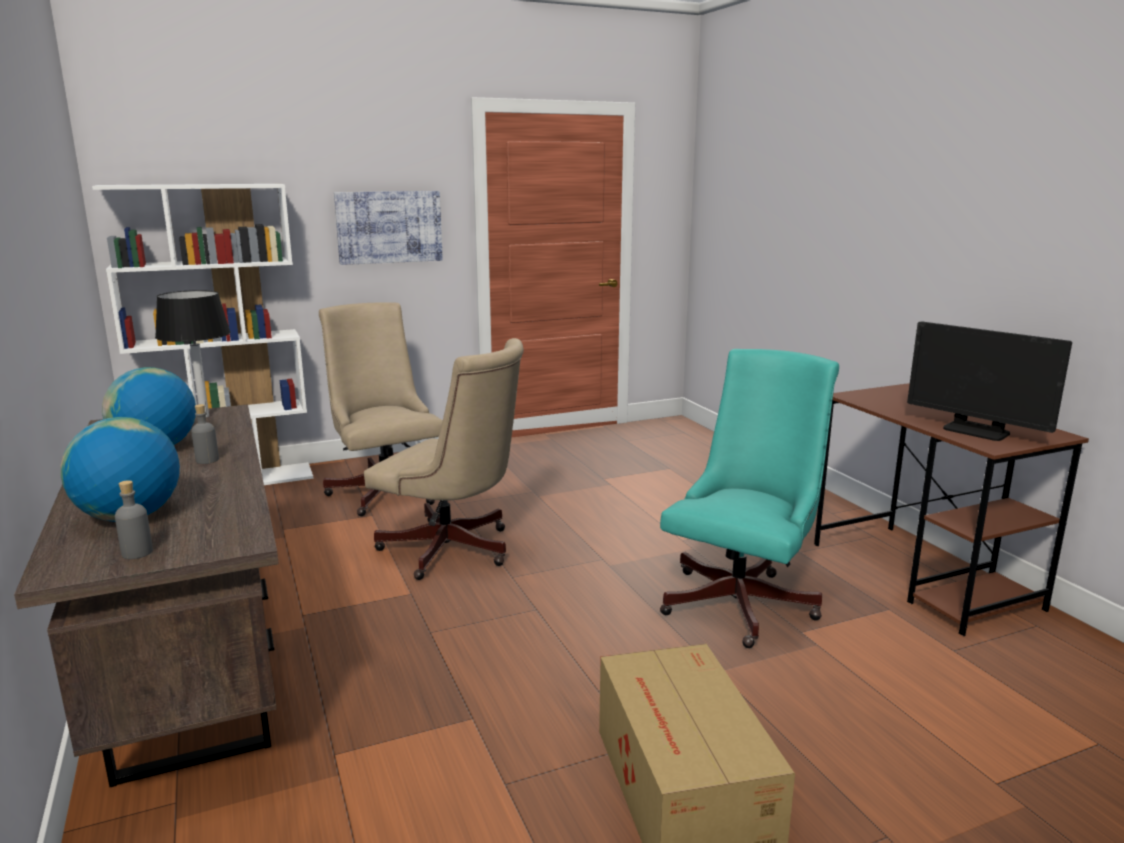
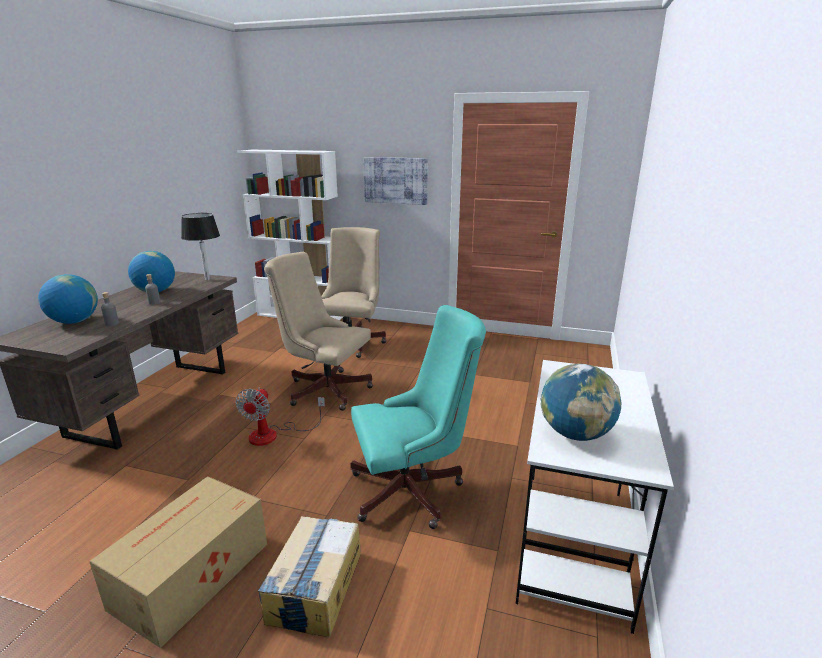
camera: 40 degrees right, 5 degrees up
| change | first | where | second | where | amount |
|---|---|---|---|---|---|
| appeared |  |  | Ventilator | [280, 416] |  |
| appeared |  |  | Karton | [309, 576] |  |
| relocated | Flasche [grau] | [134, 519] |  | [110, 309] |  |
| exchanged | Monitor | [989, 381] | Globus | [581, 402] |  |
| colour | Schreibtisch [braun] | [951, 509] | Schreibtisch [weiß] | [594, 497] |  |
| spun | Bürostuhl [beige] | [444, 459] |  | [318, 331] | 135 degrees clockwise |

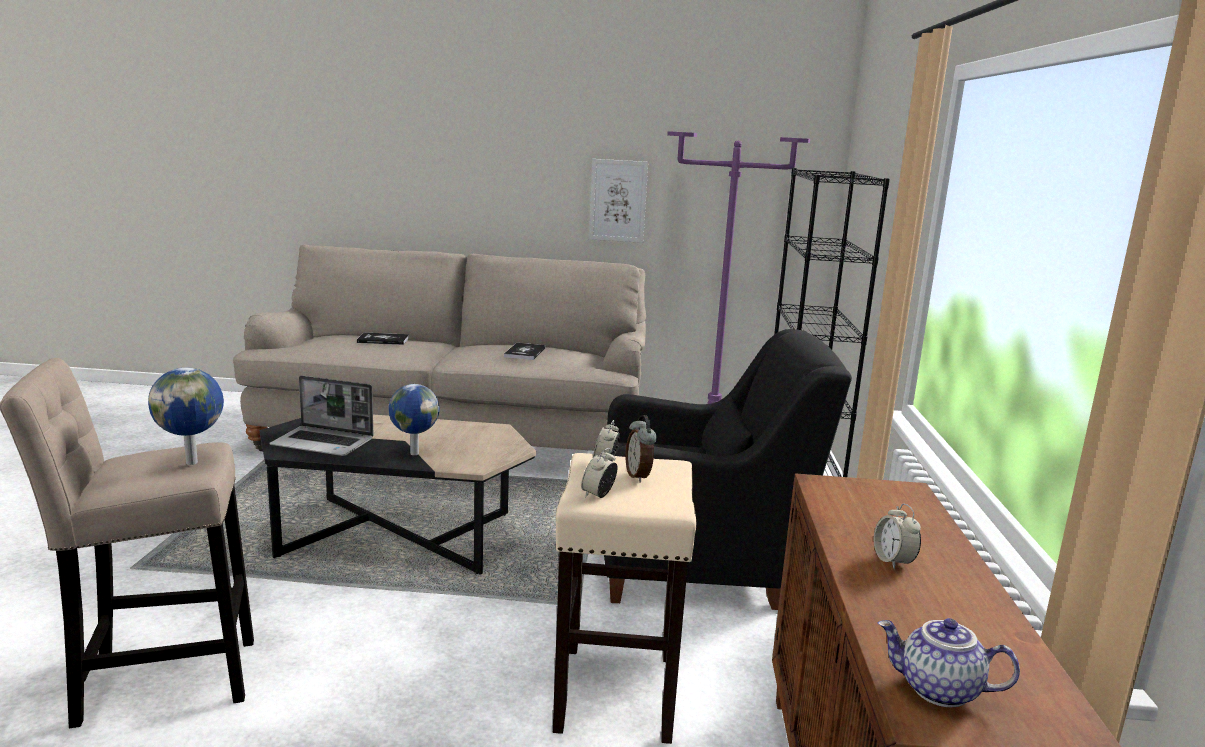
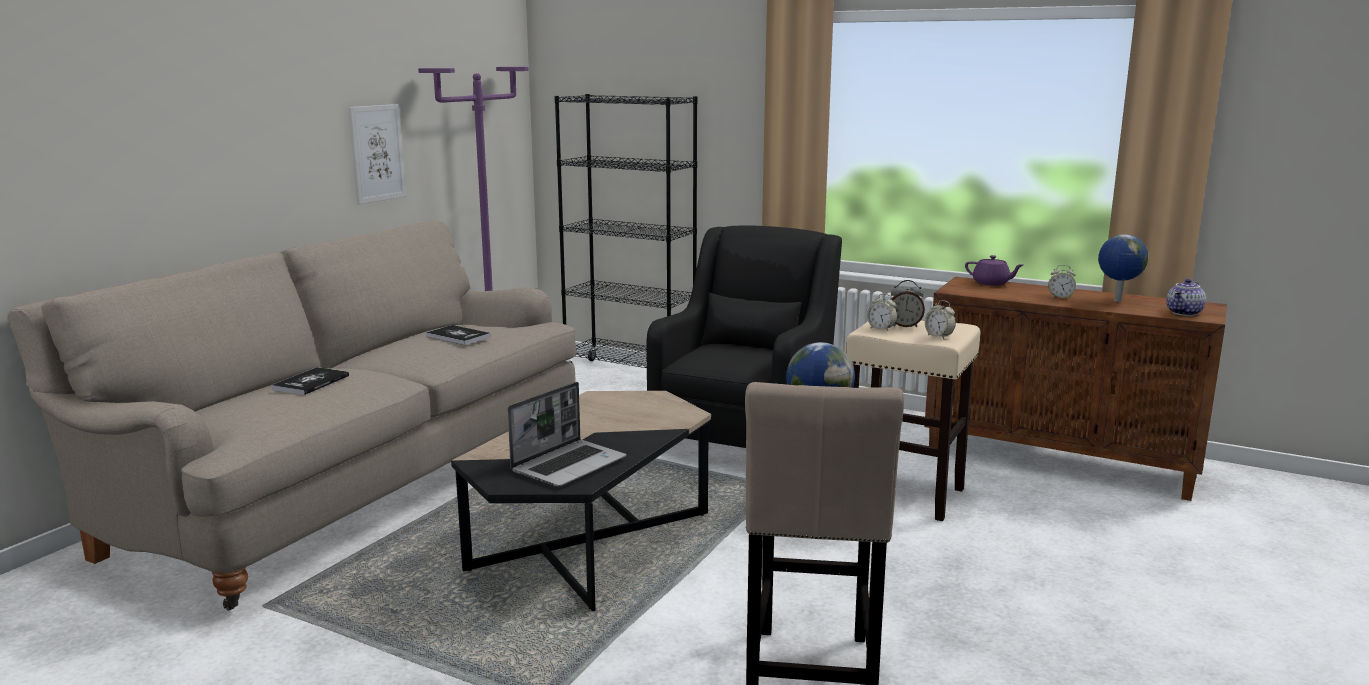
camera: 65 degrees left, 0 degrees up
| change | first | where | second | where | amount |
|---|---|---|---|---|---|
| appeared |  |  | Teekanne [lila] | [994, 270] |  |
| relocated | Globus | [414, 419] |  | [1123, 268] |  |

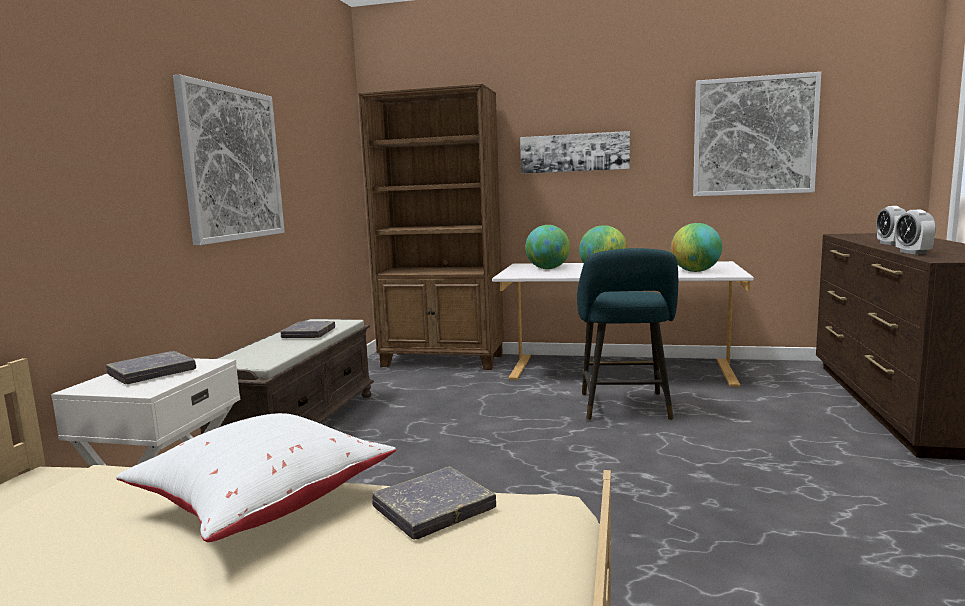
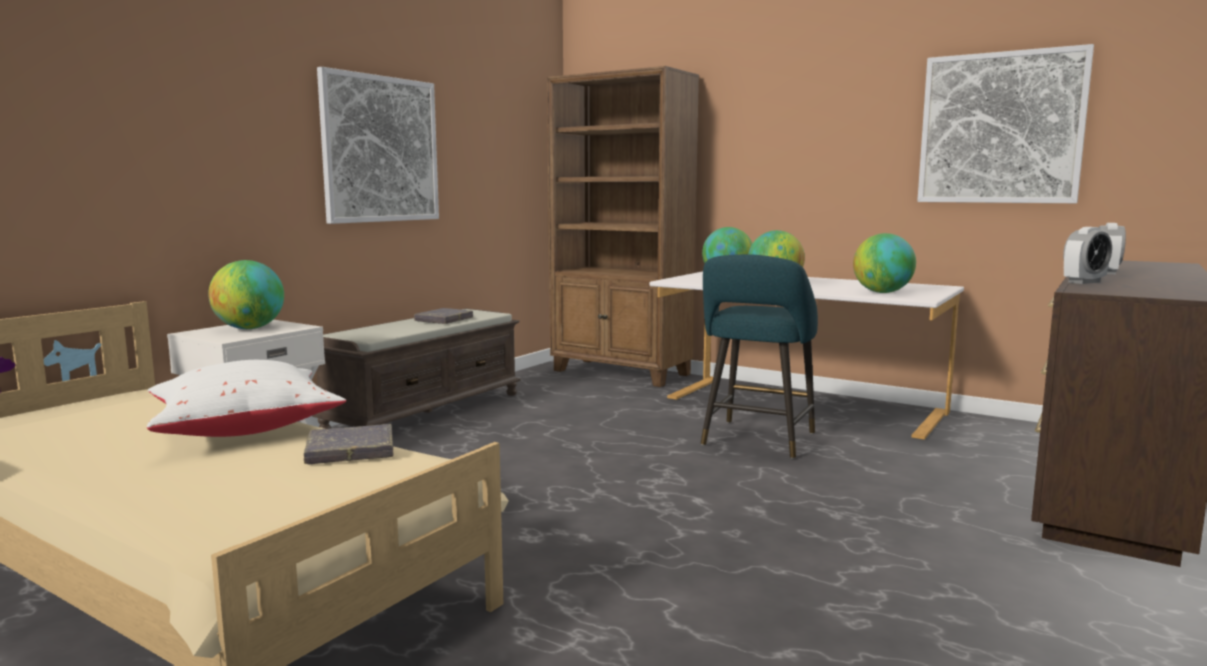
camera: 20 degrees right, 0 degrees up
| change | first | where | second | where | amount |
|---|---|---|---|---|---|
| missing | Bild | [575, 152] |  |  |  |
| exchanged | Buch [grau] | [151, 367] | Globus | [246, 294] |  |
| spun | Wecker | [915, 232] |  | [1087, 255] | 135 degrees counterclockwise |

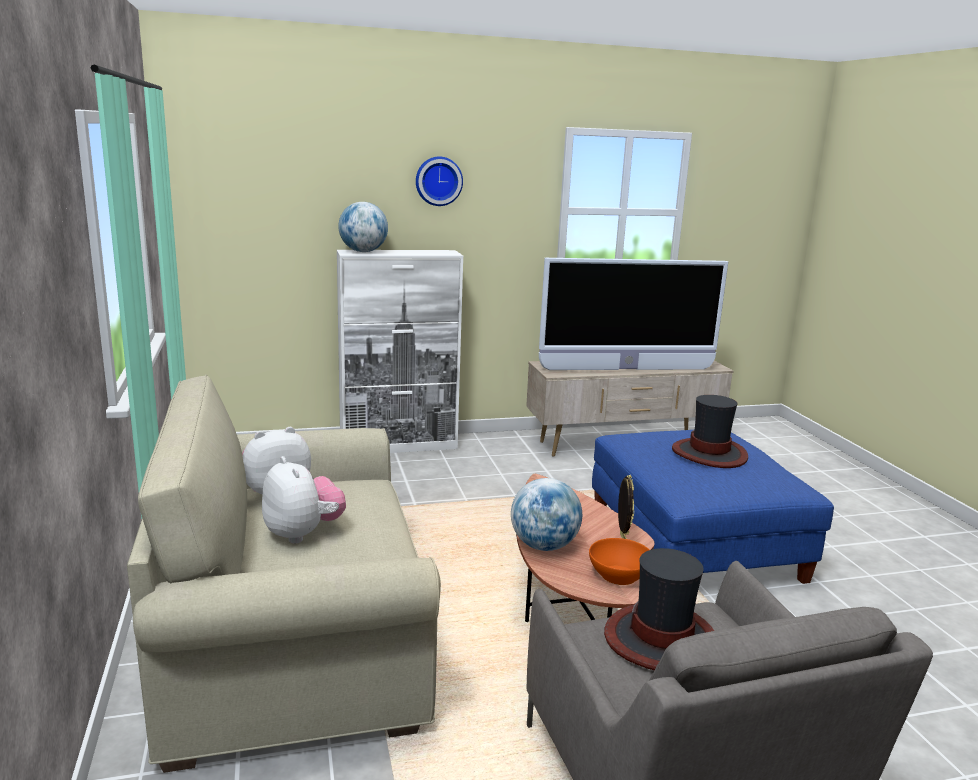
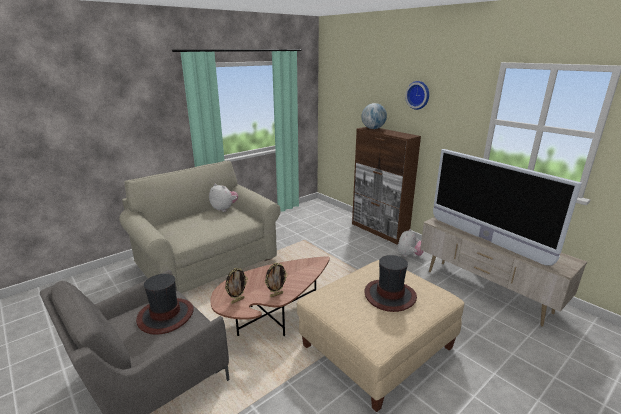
camera: 65 degrees right, 5 degrees up
| change | first | where | second | where | amount |
|---|---|---|---|---|---|
| missing | Globus | [546, 514] |  |  |  |
| relocated | Plüschtier | [304, 500] |  | [411, 243] |  |
| exchanged | Schüssel [orange] | [619, 561] | Bilderrahmen | [236, 286] |  |
| colour | Schrank [weiß] | [400, 351] | Schrank [braun] | [386, 186] |  |
| colour | Polsterhocker [blau] | [713, 507] | Polsterhocker [beige] | [380, 336] |  |

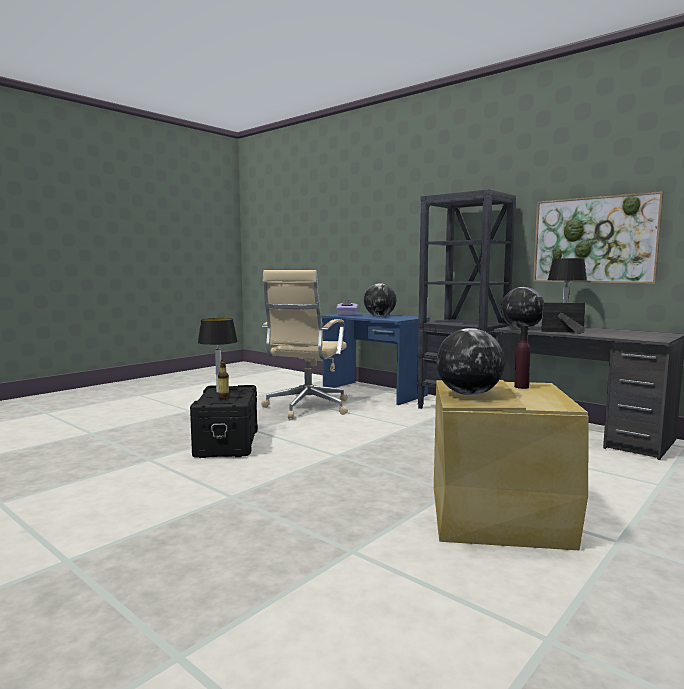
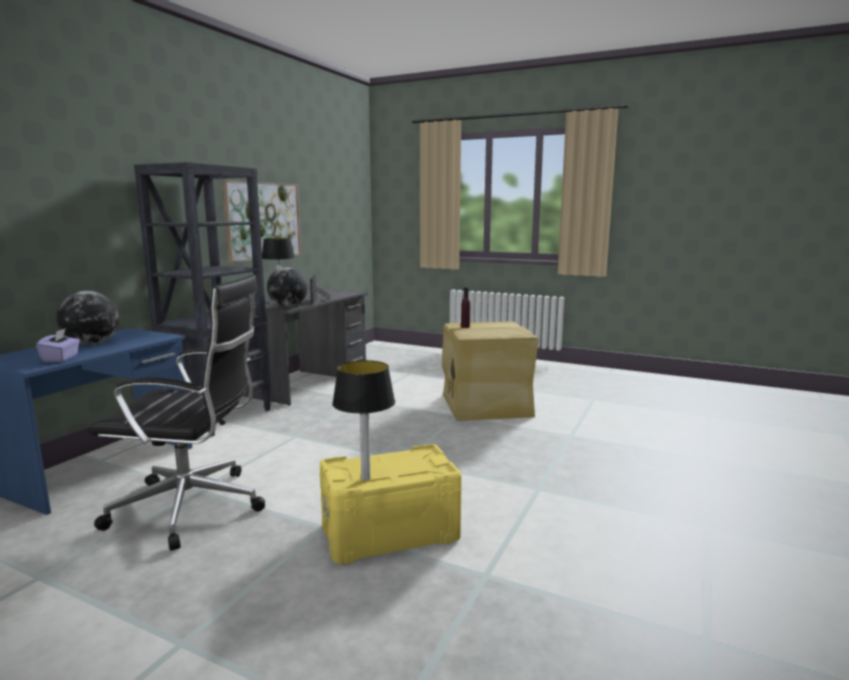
camera: 105 degrees left, 5 degrees up
| change | first | where | second | where | amount |
|---|---|---|---|---|---|
| missing | Flasche | [224, 380] |  |  |  |
| missing | Globus | [470, 361] |  |  |  |
| colour | Aufbewahrungsbox [schwarz] | [224, 421] | Aufbewahrungsbox [gelb] | [391, 504] |  |
| colour | Bürostuhl [beige] | [304, 344] | Bürostuhl [schwarz] | [176, 412] |  |

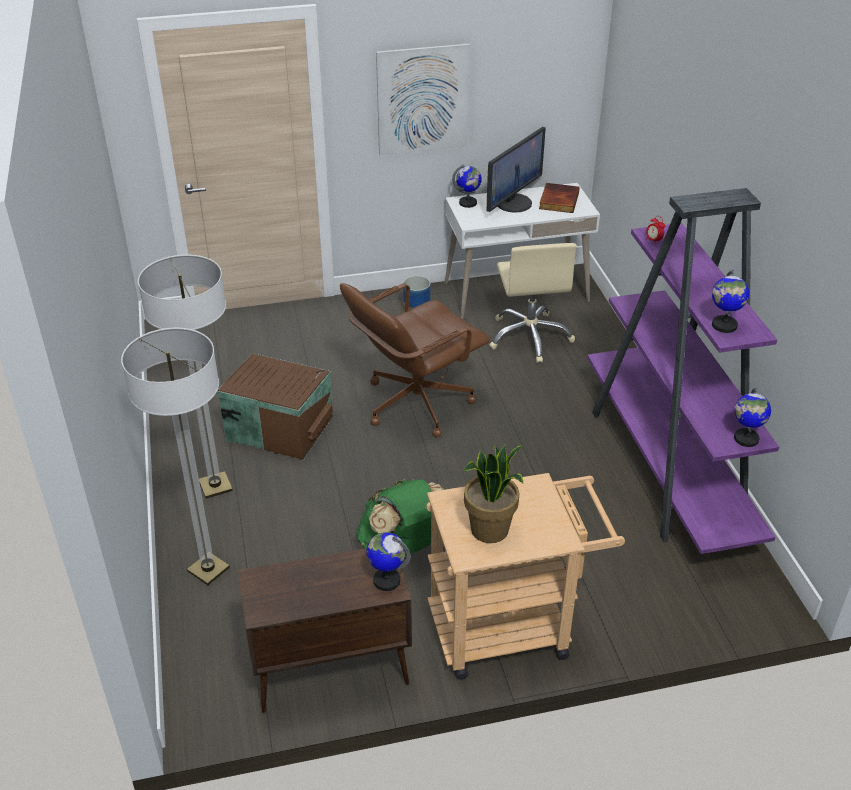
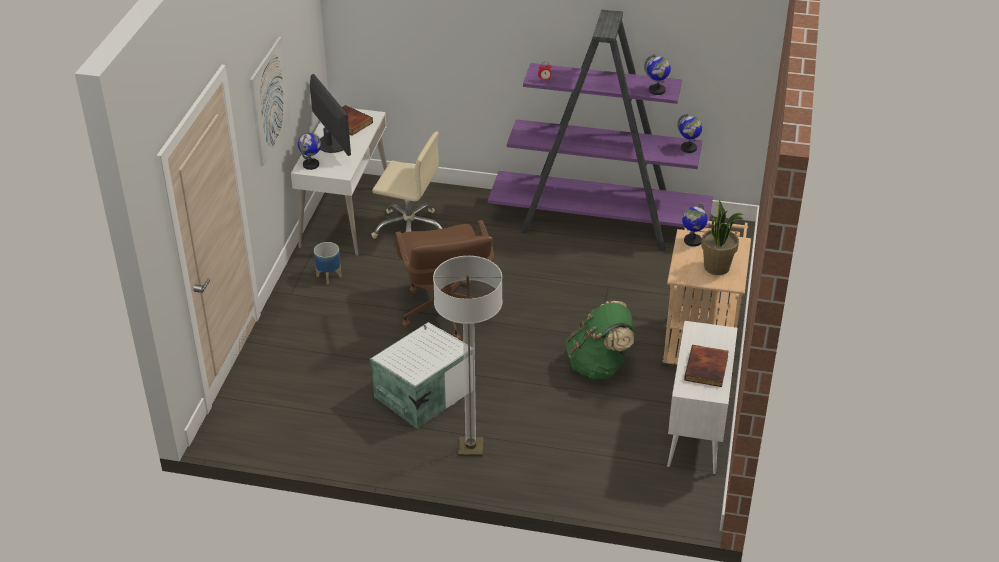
camera: 65 degrees left, 0 degrees up
| change | first | where | second | where | amount |
|---|---|---|---|---|---|
| missing | Stehlampe | [175, 456] |  |  |  |
| appeared |  |  | Buch | [706, 366] |  |
| relocated | Globus | [389, 561] |  | [695, 225] |  |
| colour | Aufbewahrungsbox [braun] | [275, 407] | Aufbewahrungsbox [weiß] | [417, 375] |  |
| colour | Schrank [braun] | [325, 630] | Schrank [weiß] | [702, 397] |  |

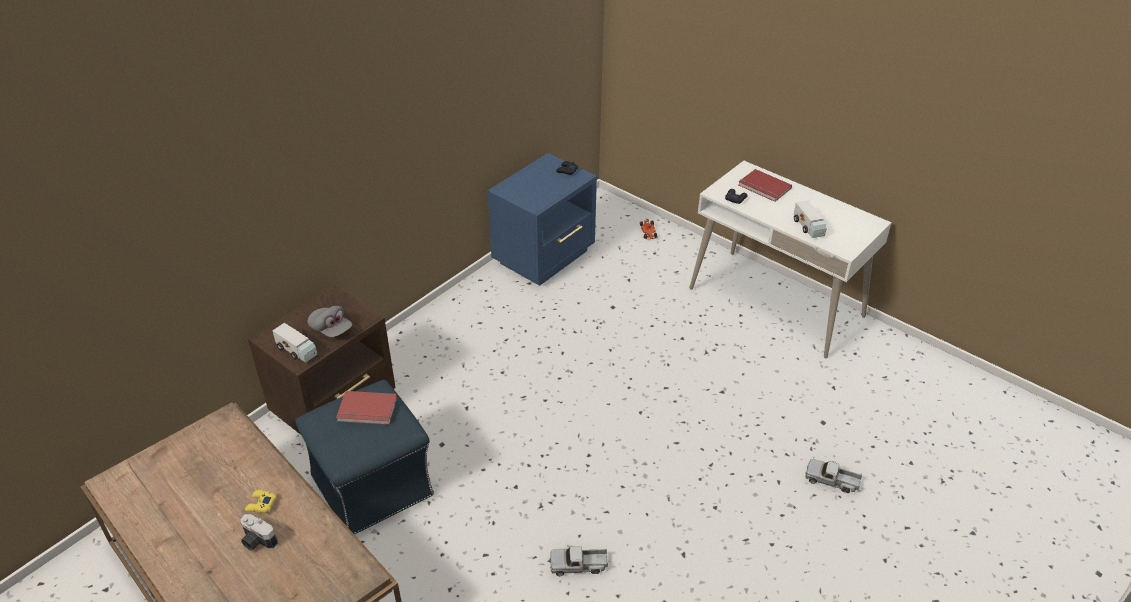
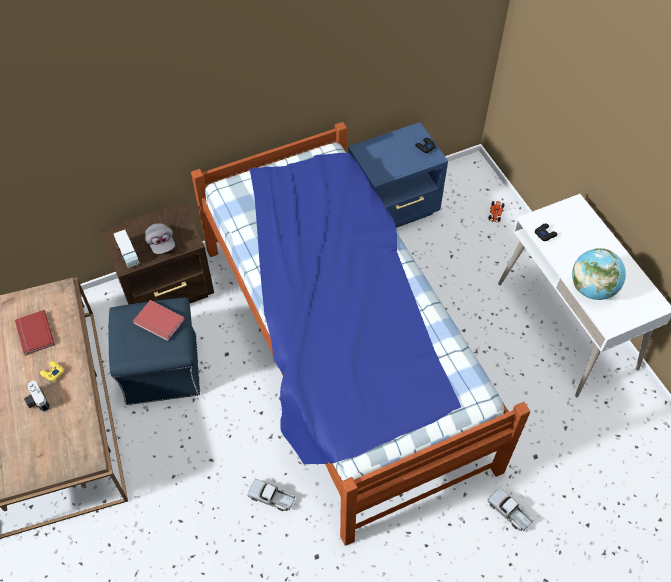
camera: 25 degrees right, 15 degrees up
| change | first | where | second | where | amount |
|---|---|---|---|---|---|
| appeared |  |  | Bett | [360, 334] |  |
| relocated | Buch [rot] | [765, 185] |  | [35, 332] |  |
| exchanged | Spielzeuglaster | [810, 219] | Globus | [599, 274] |  |

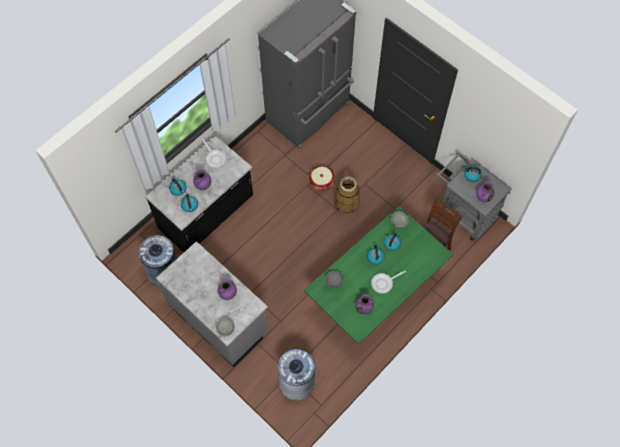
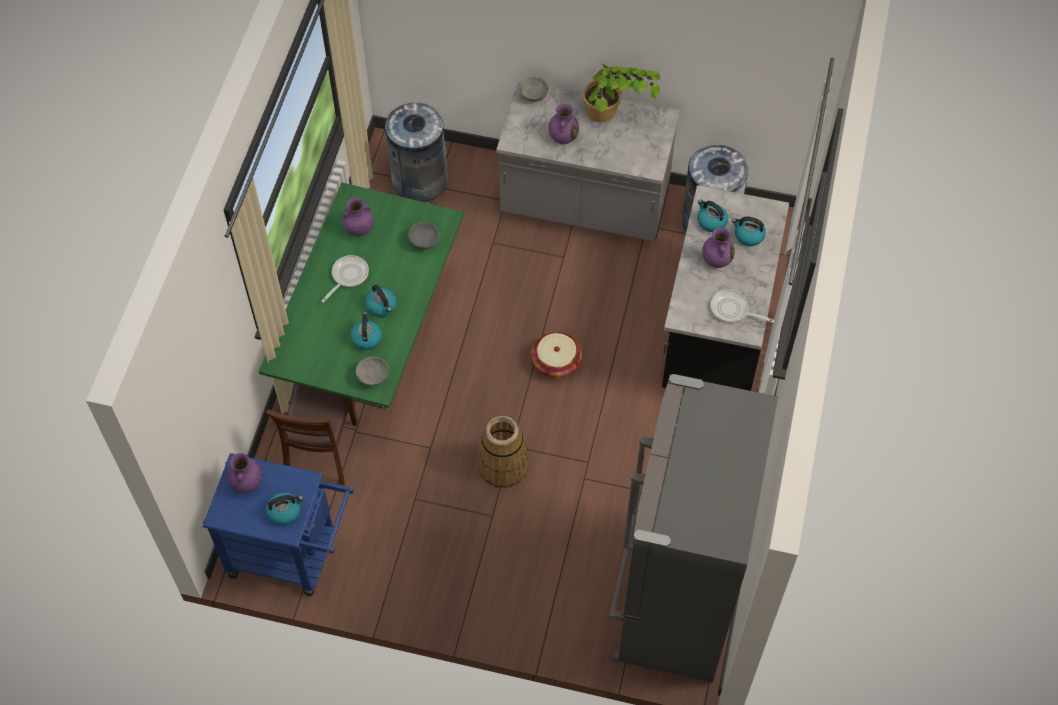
camera: 150 degrees right, 5 degrees down
| change | first | where | second | where | amount |
|---|---|---|---|---|---|
| appeared |  |  | Topfpflanze | [621, 93] |  |
| relocated | Korb | [321, 178] |  | [556, 355] |  |
| colour | Rollwagen [grau] | [473, 196] | Rollwagen [blau] | [278, 524] |  |

